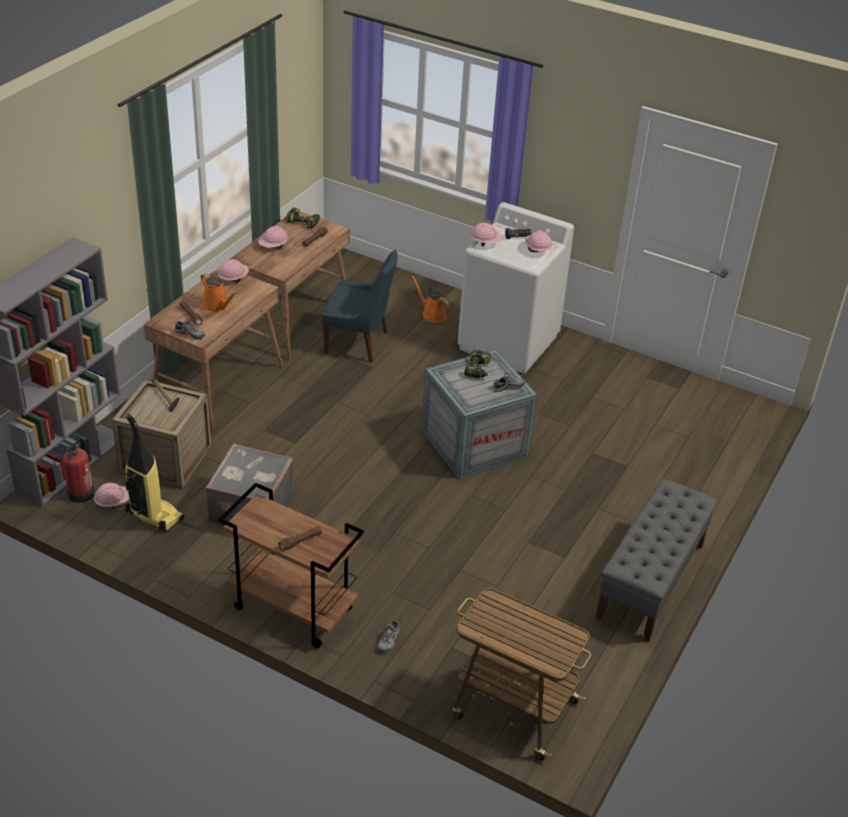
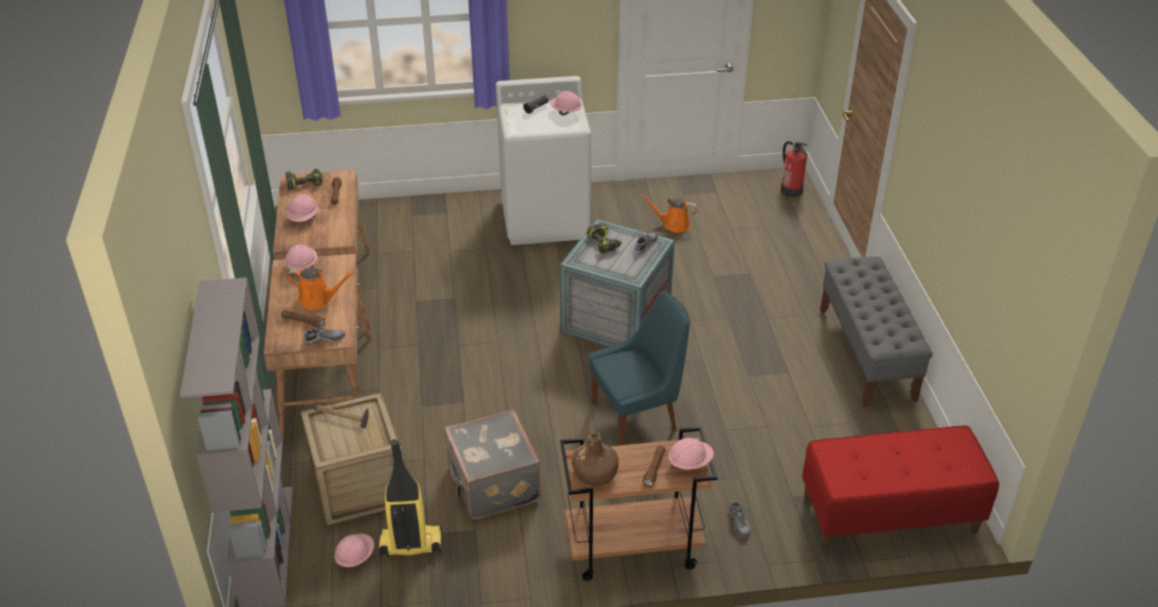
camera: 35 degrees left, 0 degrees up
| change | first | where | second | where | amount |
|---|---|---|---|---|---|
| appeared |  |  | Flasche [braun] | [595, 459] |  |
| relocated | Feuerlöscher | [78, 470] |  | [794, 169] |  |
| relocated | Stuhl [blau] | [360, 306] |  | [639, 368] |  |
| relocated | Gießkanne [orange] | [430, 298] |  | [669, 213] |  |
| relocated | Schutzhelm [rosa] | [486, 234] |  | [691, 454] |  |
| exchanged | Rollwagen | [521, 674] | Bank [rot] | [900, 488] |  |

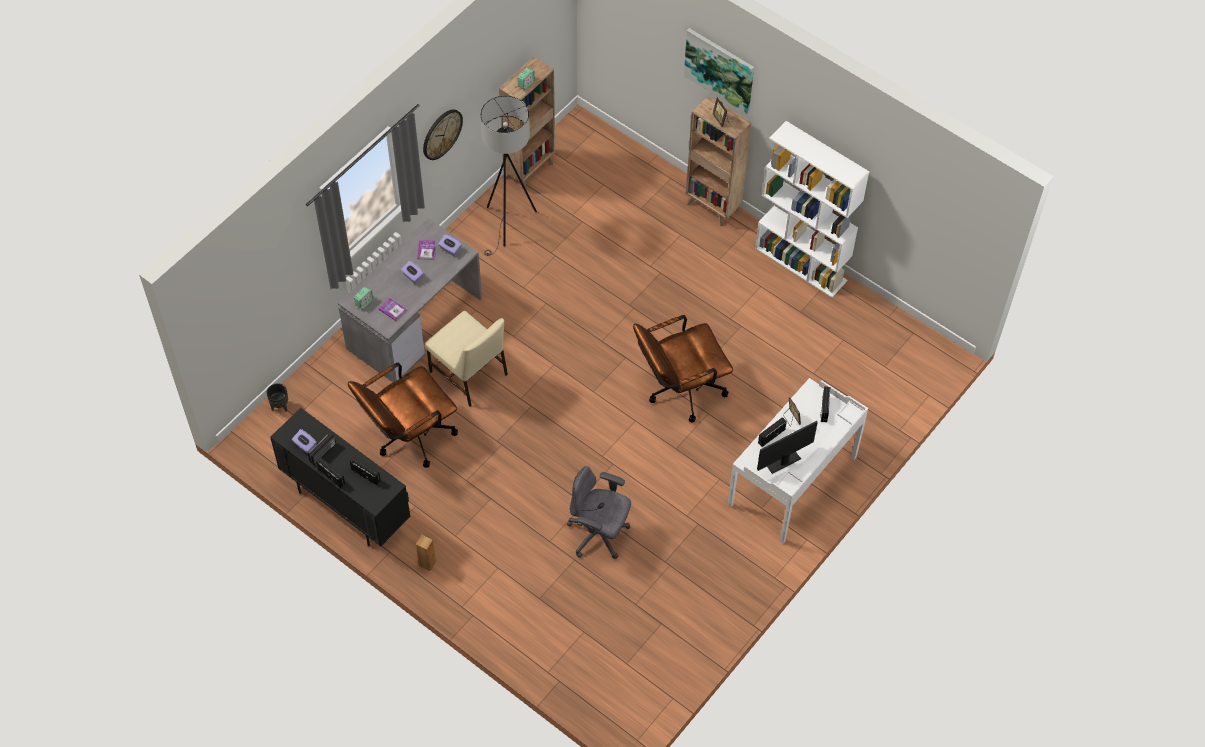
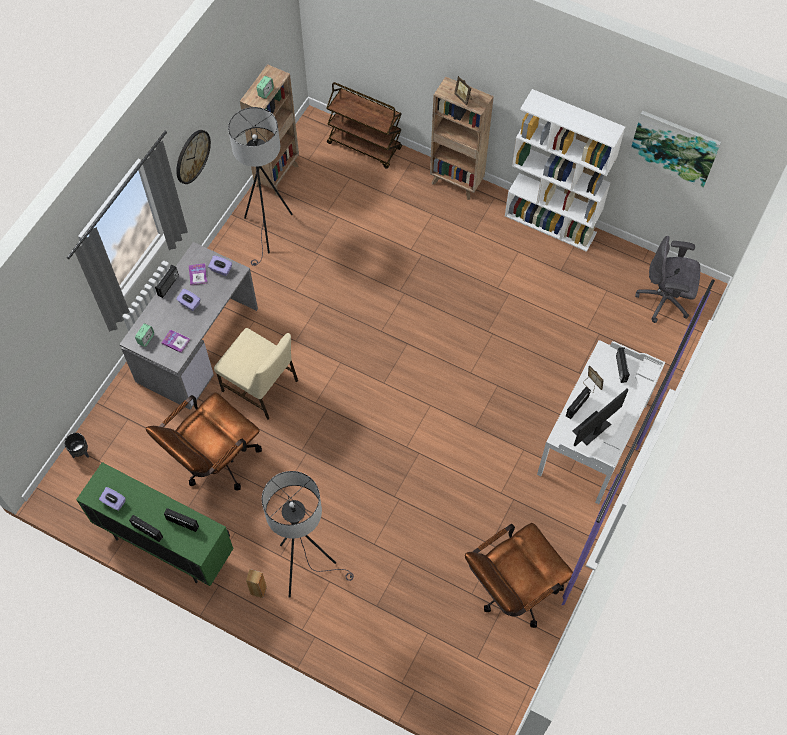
camera: 10 degrees left, 5 degrees up
| change | first | where | second | where | amount |
|---|---|---|---|---|---|
| appeared |  |  | Stehlampe [grau] | [308, 534] |  |
| appeared |  |  | Rollwagen [braun] | [364, 125] |  |
| relocated | Radio | [322, 448] |  | [167, 281] |  |
| relocated | Bürostuhl [grau] | [599, 512] |  | [667, 279] |  |
| relocated | Bürostuhl [braun] | [683, 368] |  | [519, 575] |  |
| relocated | Bild | [719, 71] |  | [674, 149] |  |
| colour | Schrank [schwarz] | [340, 477] | Schrank [grün] | [155, 524] |  |

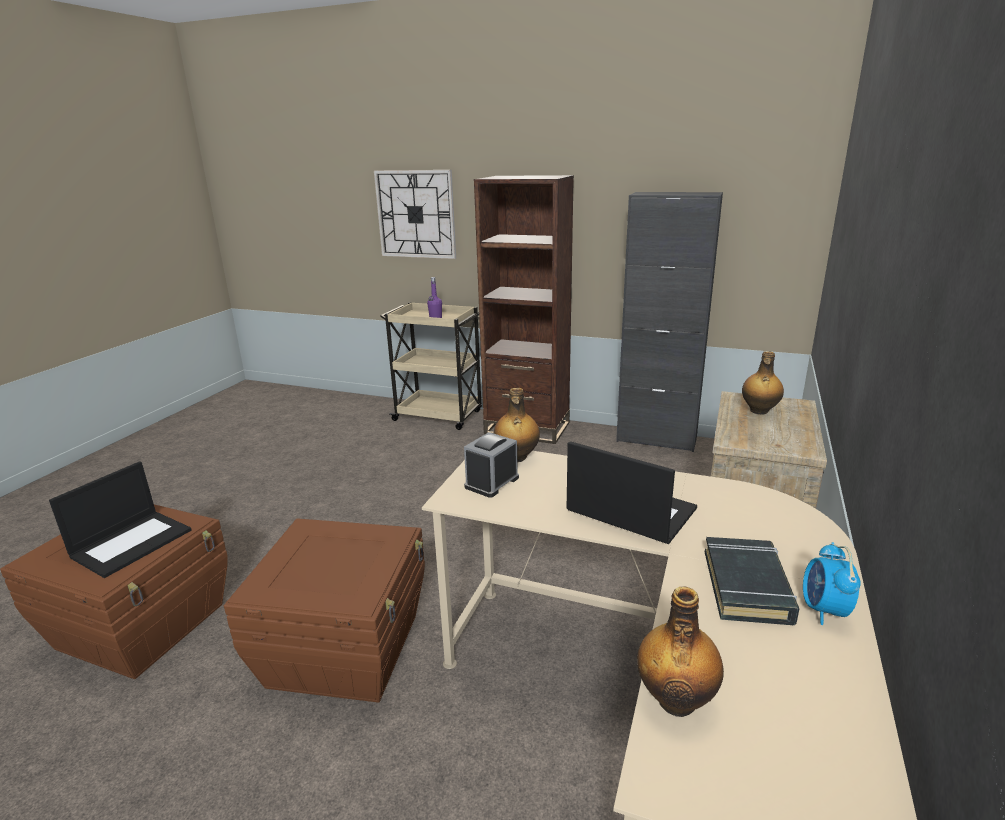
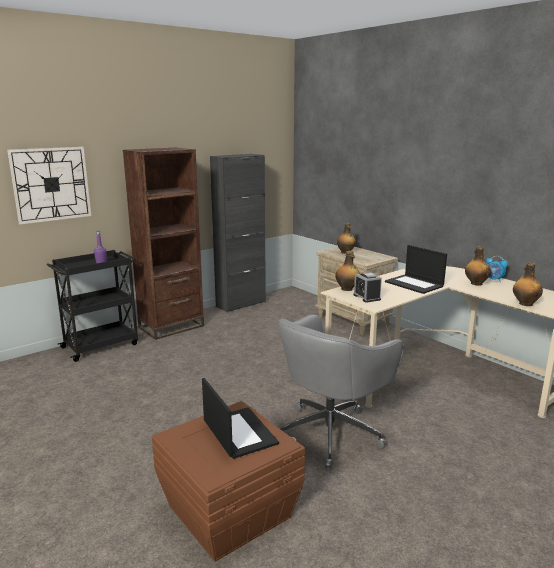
camera: 60 degrees left, 5 degrees down
| change | first | where | second | where | amount |
|---|---|---|---|---|---|
| exchanged | Aufbewahrungsbox [braun] | [324, 610] | Bürostuhl [grau] | [341, 392] |  |
| exchanged | Buch [schwarz] | [752, 581] | Flasche | [478, 266] |  |
| colour | Rollwagen [beige] | [431, 366] | Rollwagen [schwarz] | [92, 306] |  |
| spun | Laptop | [632, 492] |  | [416, 269] | 105 degrees counterclockwise |

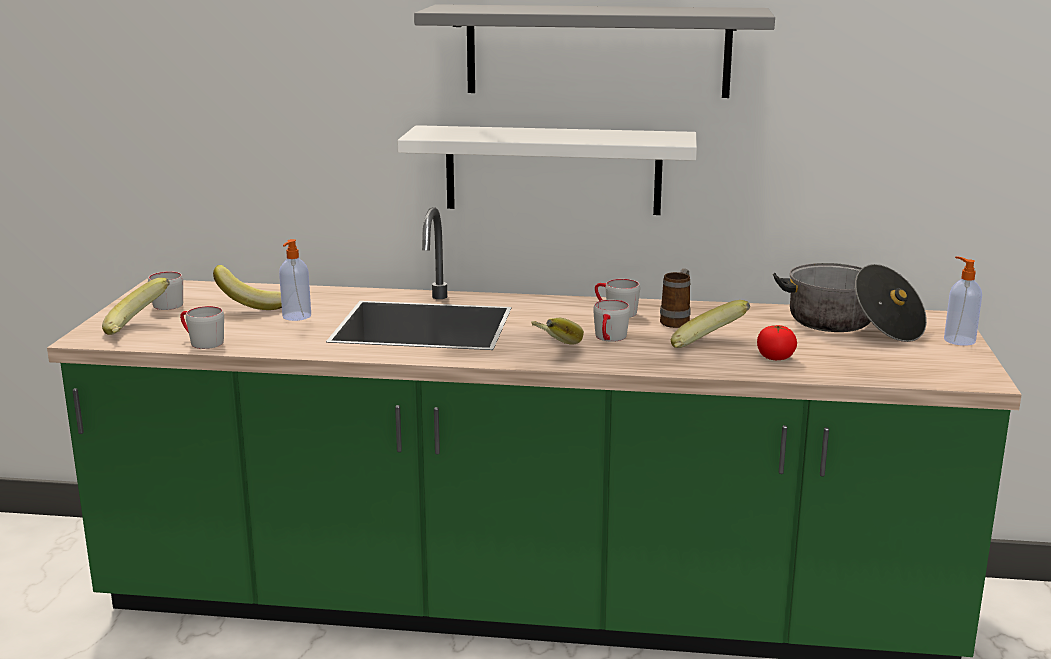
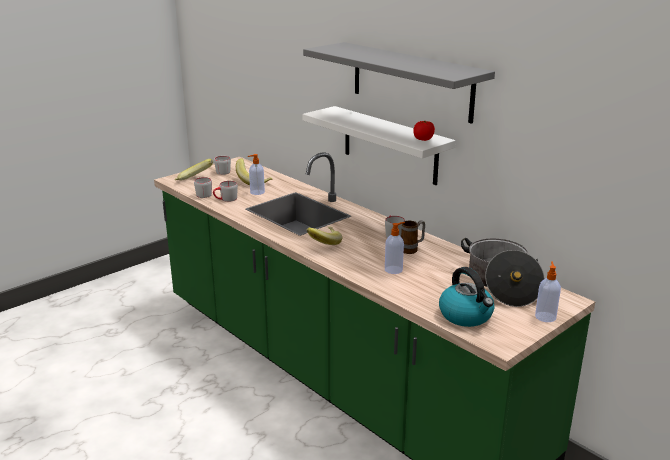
camera: 40 degrees right, 5 degrees up
| change | first | where | second | where | amount |
|---|---|---|---|---|---|
| appeared |  |  | Wasserkessel | [466, 297] |  |
| relocated | Henkelbecher [grau] | [611, 321] |  | [225, 191] |  |
| relocated | Tomate | [777, 342] |  | [424, 131] |  |
| exchanged | Banane | [710, 324] | Seifenspender | [395, 248] |  |

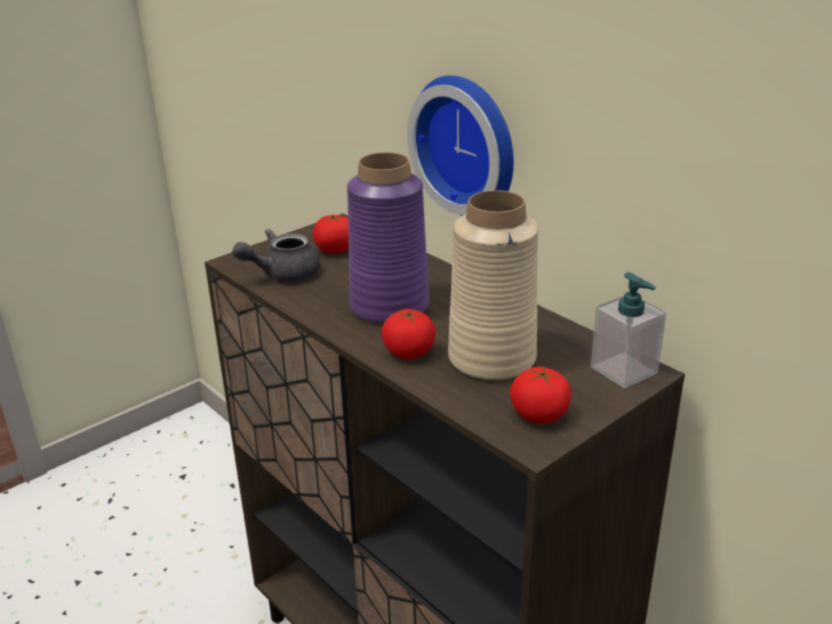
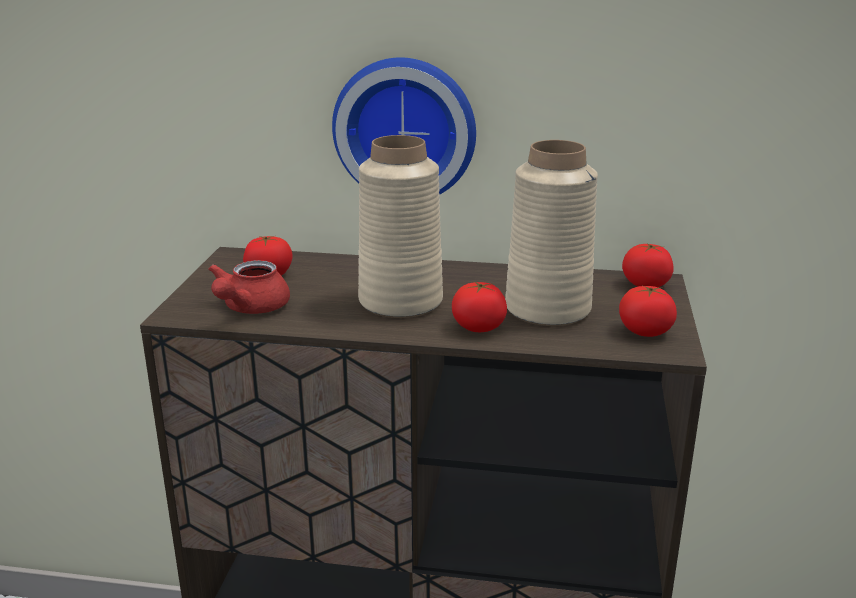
camera: 40 degrees left, 5 degrees down
| change | first | where | second | where | amount |
|---|---|---|---|---|---|
| exchanged | Seifenspender | [628, 330] | Tomate | [648, 265] |  |
| colour | Teekanne [grau] | [276, 255] | Teekanne [rot] | [249, 287] |  |
| colour | Vase [lila] | [388, 238] | Vase [beige] | [400, 226] |  |

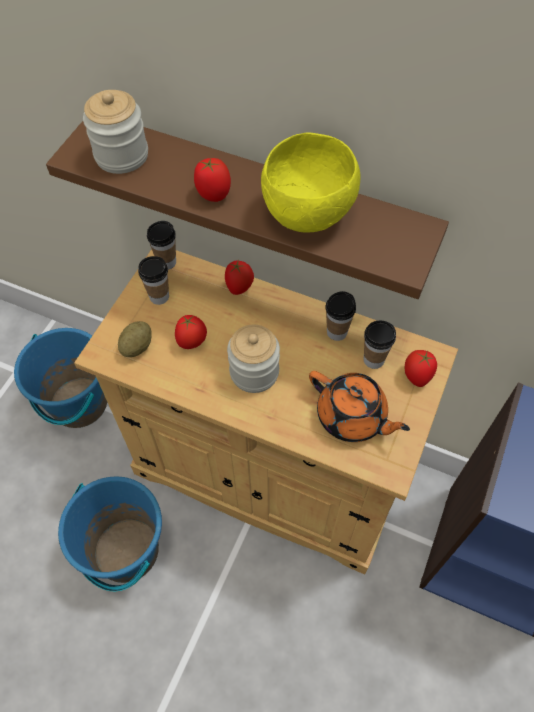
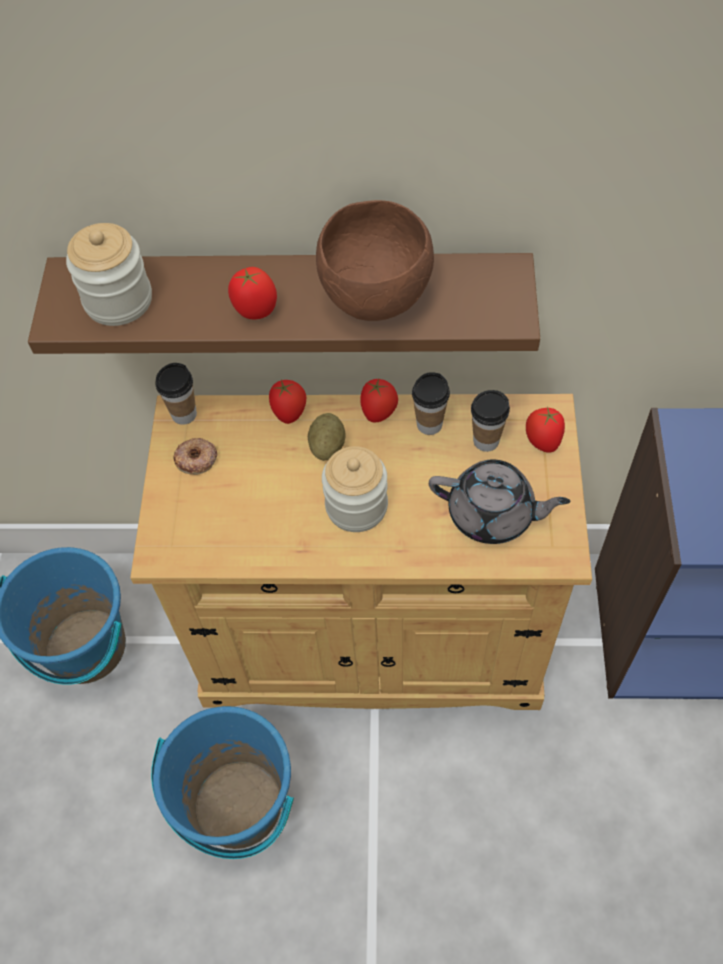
camera: 20 degrees left, 0 degrees up
| change | first | where | second | where | amount |
|---|---|---|---|---|---|
| relocated | Kartoffel | [135, 339] |  | [327, 437] |  |
| relocated | Tomate | [191, 332] |  | [379, 400] |  |
| exchanged | Tasse | [153, 280] | Donut | [196, 456] |  |
| colour | Schüssel [gelb] | [311, 182] | Schüssel [braun] | [375, 260] |  |
| colour | Teekanne [orange] | [359, 406] | Teekanne [grau] | [499, 501] |  |

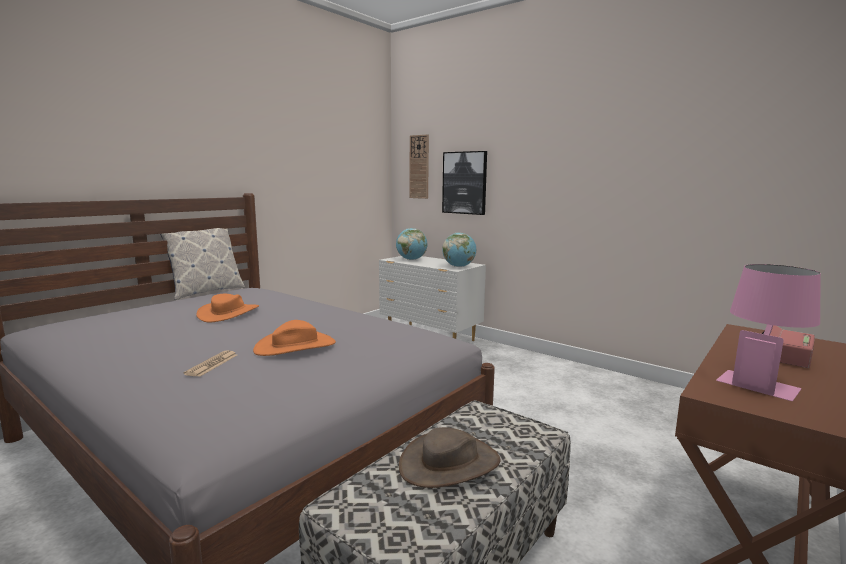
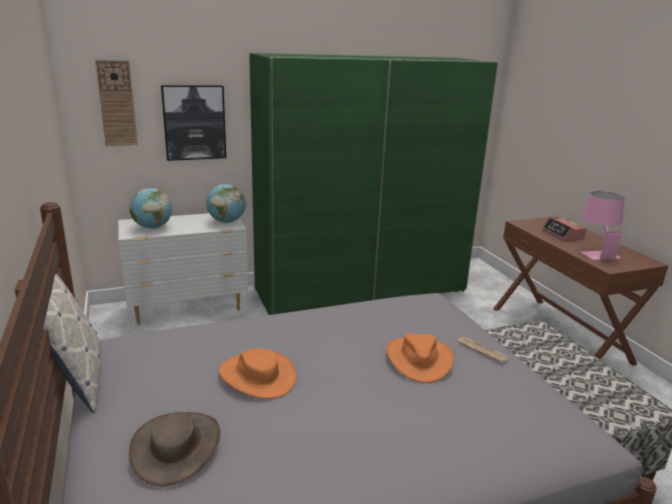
camera: 60 degrees left, 10 degrees up
| change | first | where | second | where | amount |
|---|---|---|---|---|---|
| appeared |  |  | Kleiderschrank [grün] | [373, 184] |  |
| relocated | Zeitung | [210, 363] |  | [483, 350] |  |
| relocated | Hut [braun] | [450, 457] |  | [174, 449] |  |

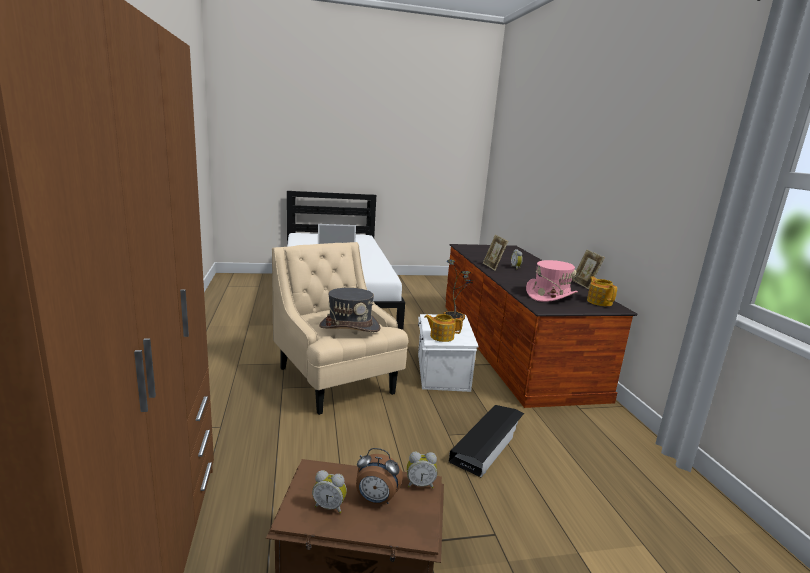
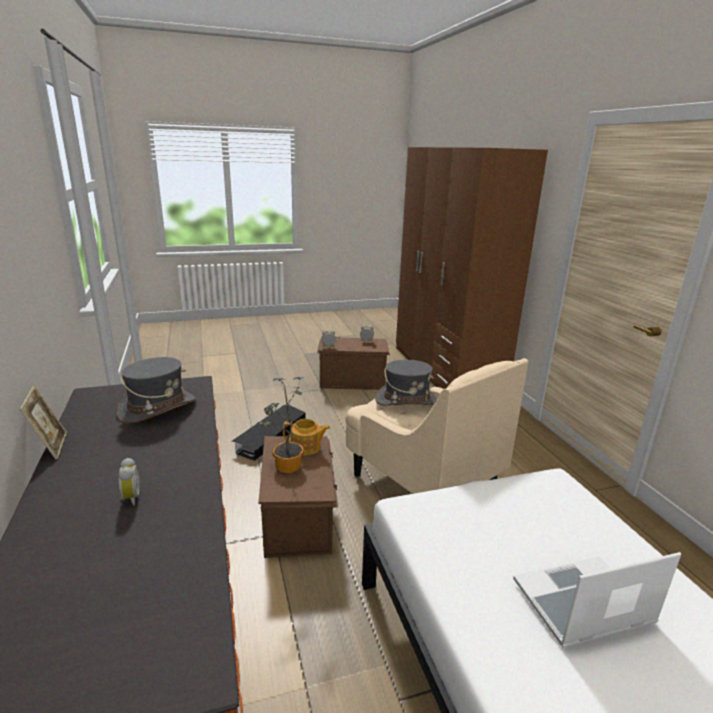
camera: 175 degrees right, 5 degrees up
| change | first | where | second | where | amount |
|---|---|---|---|---|---|
| missing | Wecker | [379, 476] |  |  |  |
| missing | Bilderrahmen | [495, 253] |  |  |  |
| missing | Teekanne | [602, 291] |  |  |  |
| colour | Aufbewahrungsbox [weiß] | [448, 353] | Aufbewahrungsbox [braun] | [298, 497] |  |
| colour | Hut [rosa] | [552, 281] | Hut [grau] | [156, 390] |  |

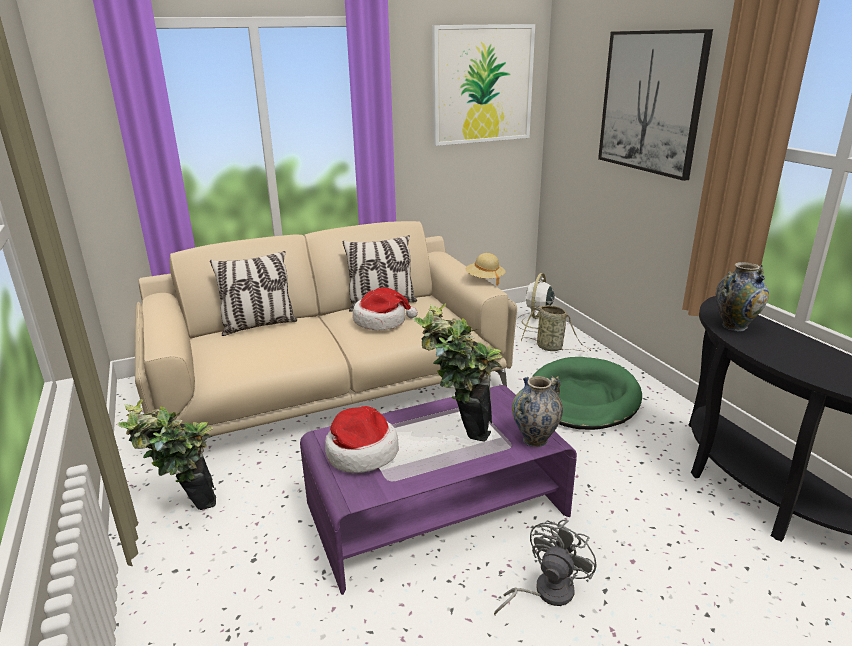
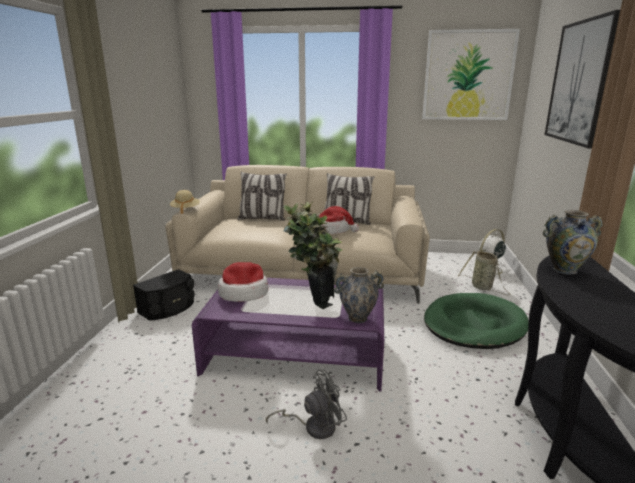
camera: 30 degrees right, 5 degrees down
| change | first | where | second | where | amount |
|---|---|---|---|---|---|
| relocated | Hut [beige] | [485, 269] |  | [185, 202] |  |
| exchanged | Topfpflanze | [166, 454] | Lautsprecher [schwarz] | [164, 295] |  |

